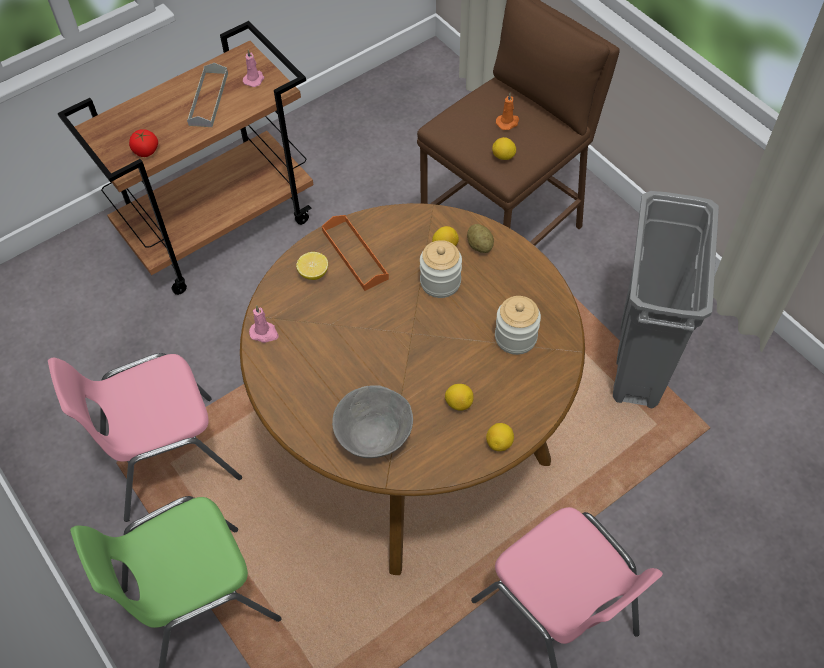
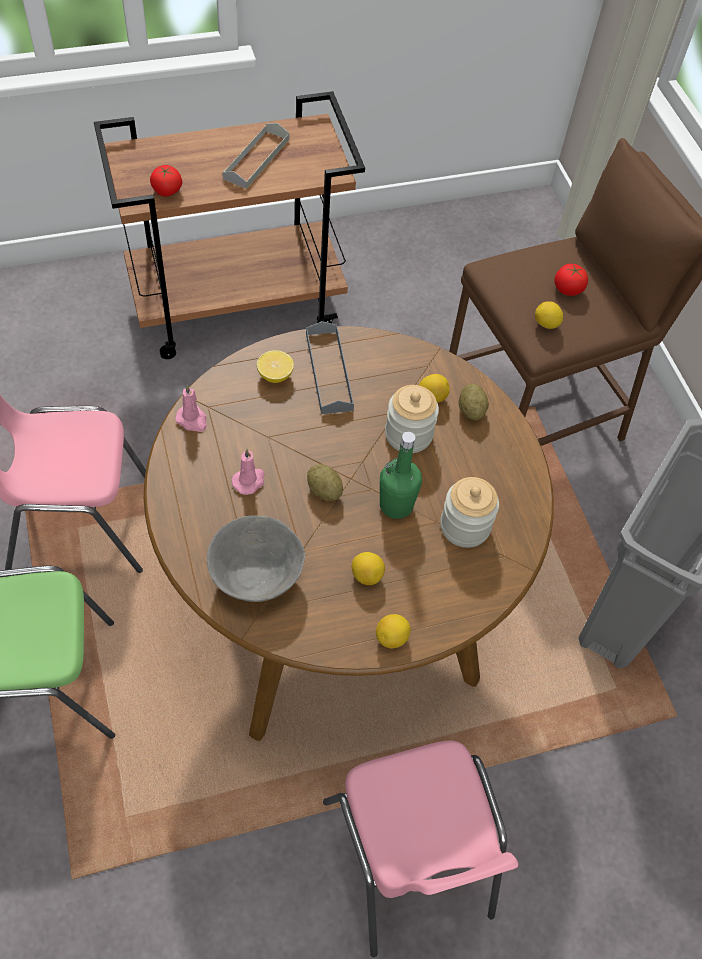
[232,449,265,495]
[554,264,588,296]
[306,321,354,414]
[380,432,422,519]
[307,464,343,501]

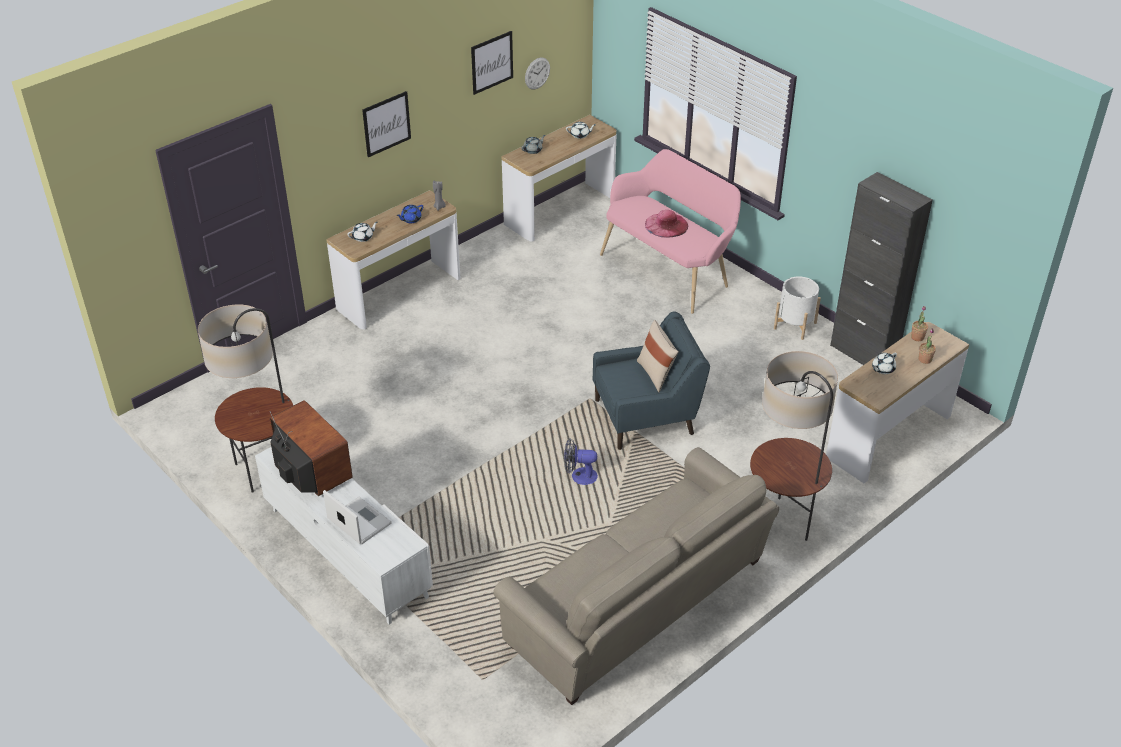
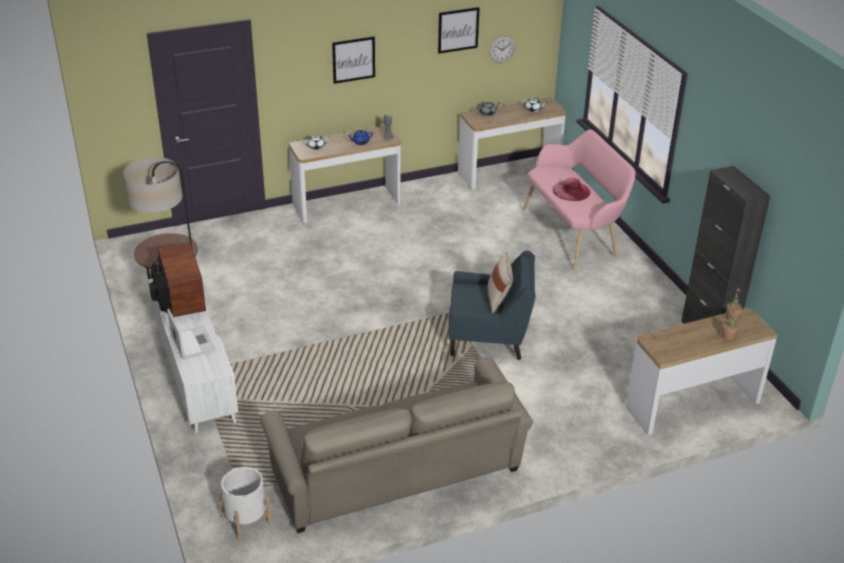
[218,467,272,541]
[750,351,838,541] (first image)
[872,353,897,374] (first image)
[564,438,598,485] (first image)

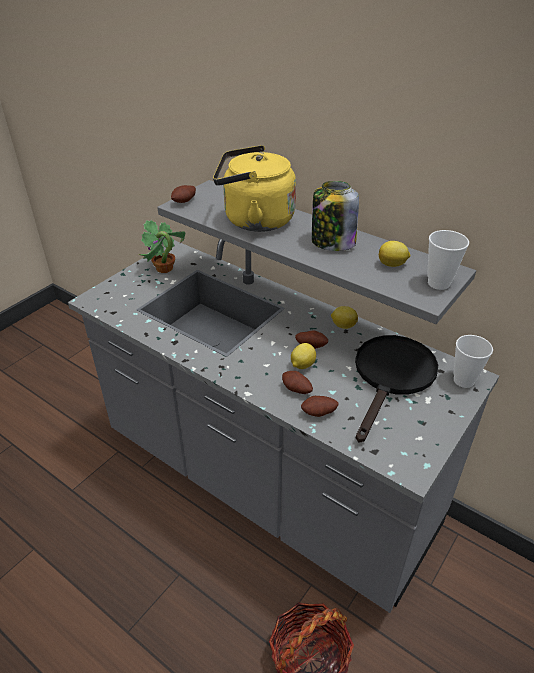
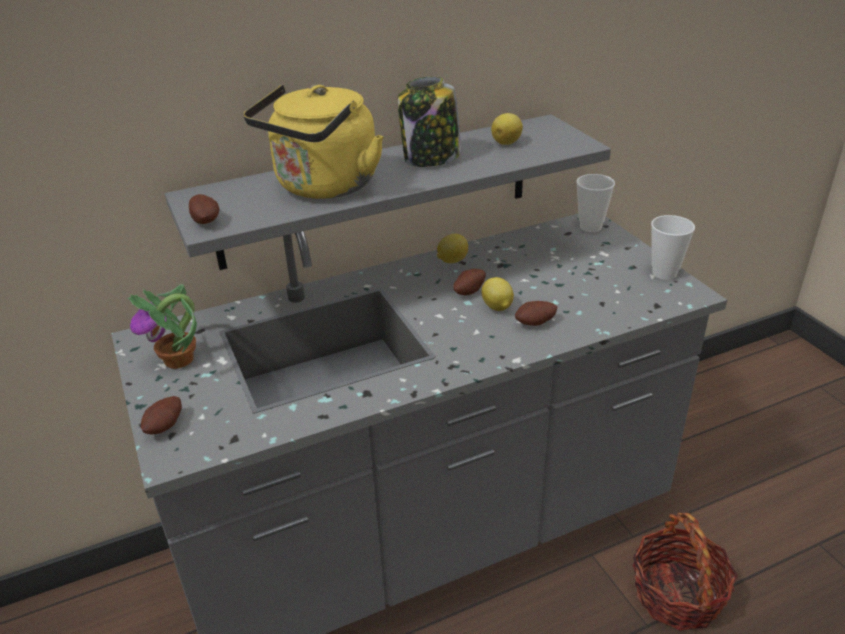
[651,215,695,280]
[355,335,438,443] (first image)
[141,396,182,435]

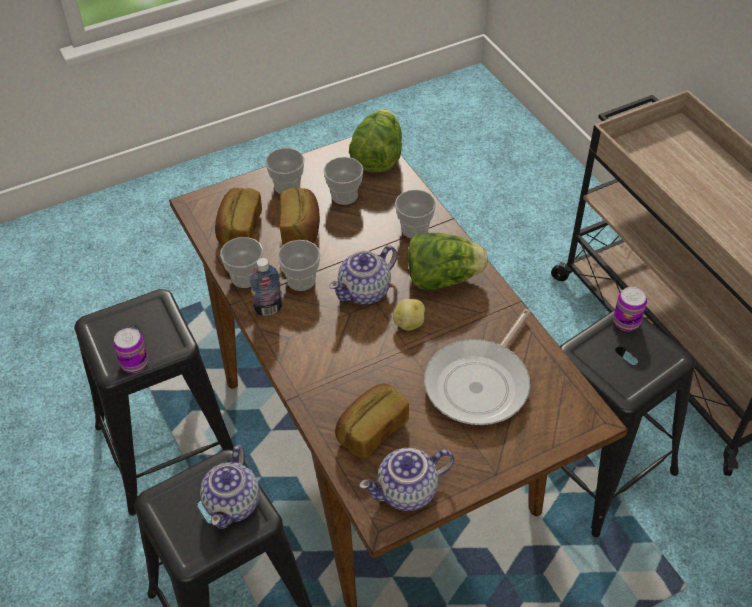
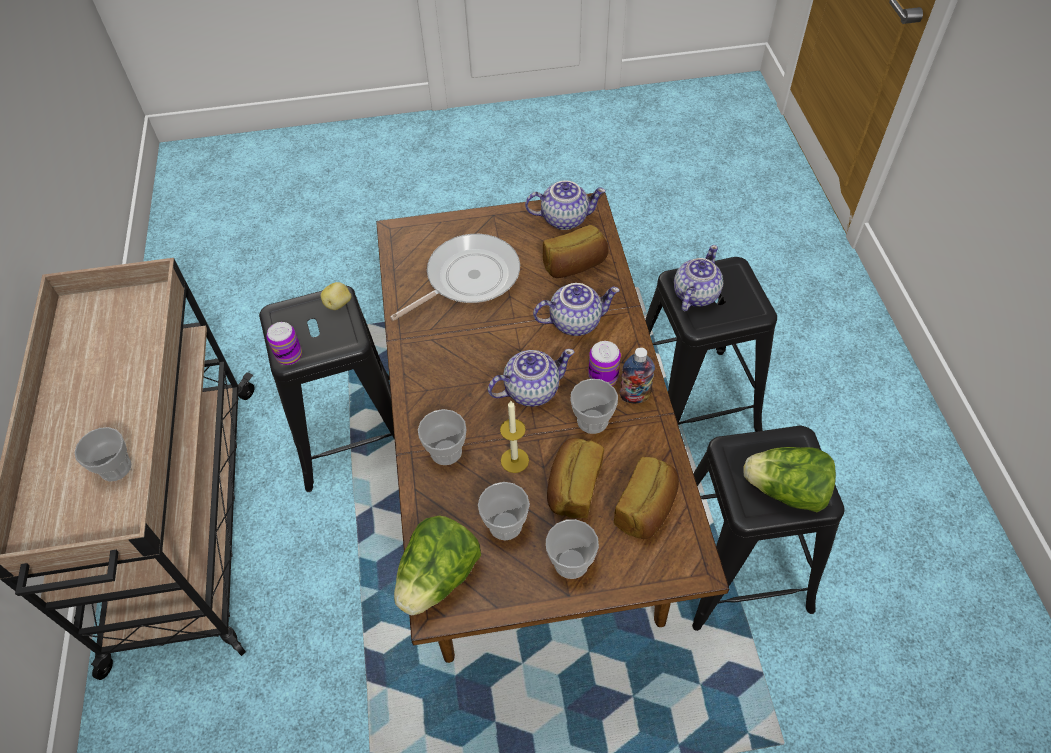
[744,447,836,512]
[74,427,132,482]
[320,282,351,310]
[588,341,621,386]
[533,283,620,336]
[500,401,529,473]

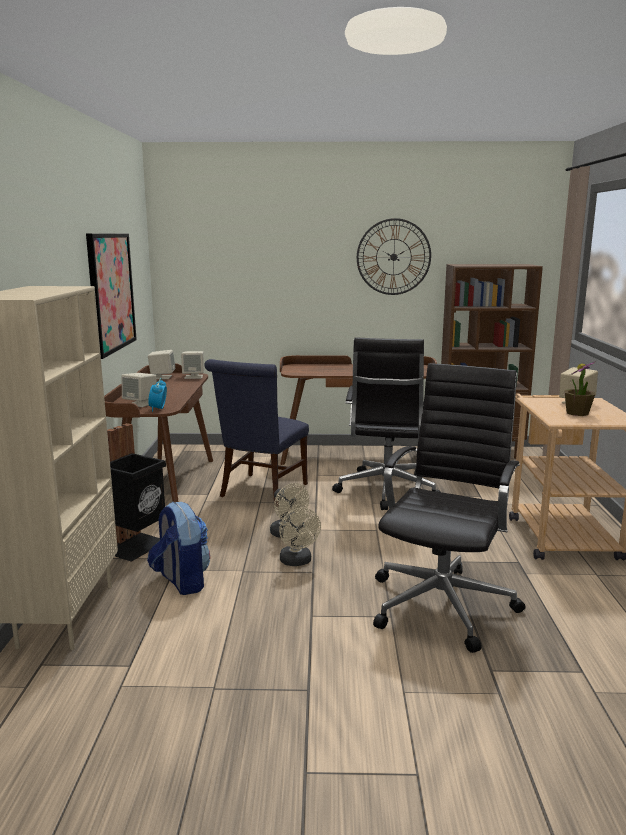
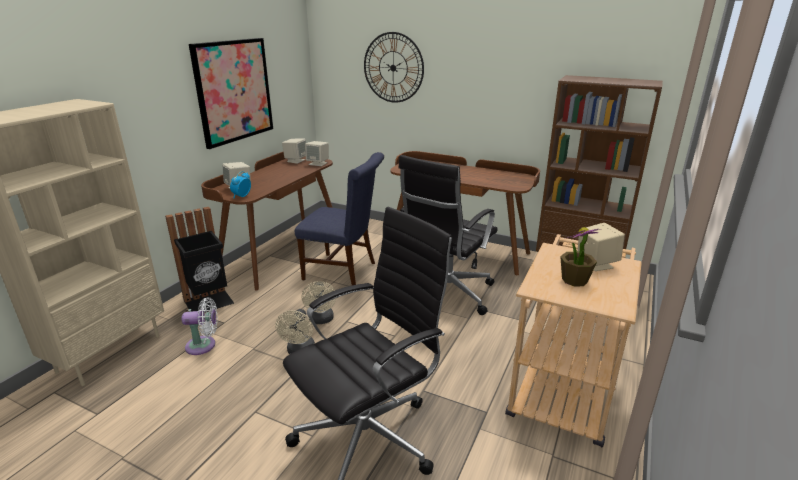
[364,32,424,103]
[295,152,384,285]
[182,297,218,355]

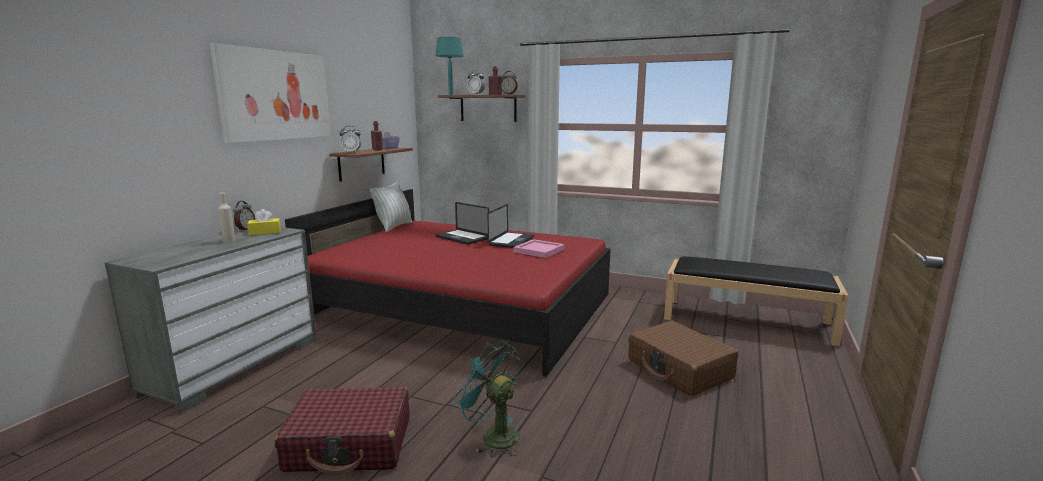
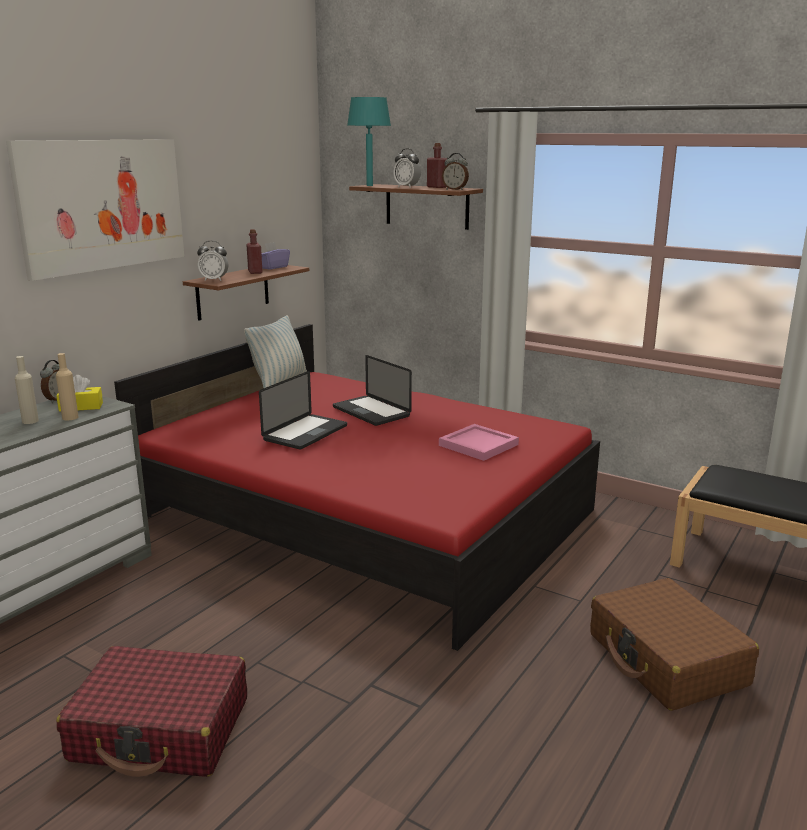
[259,371,347,450]
[453,341,520,458] (first image)
[56,353,79,420]

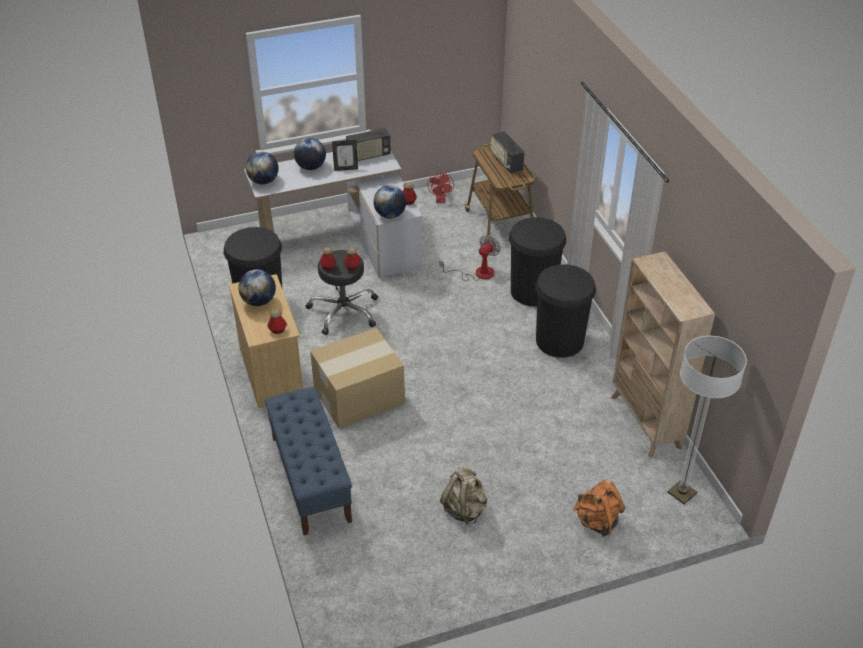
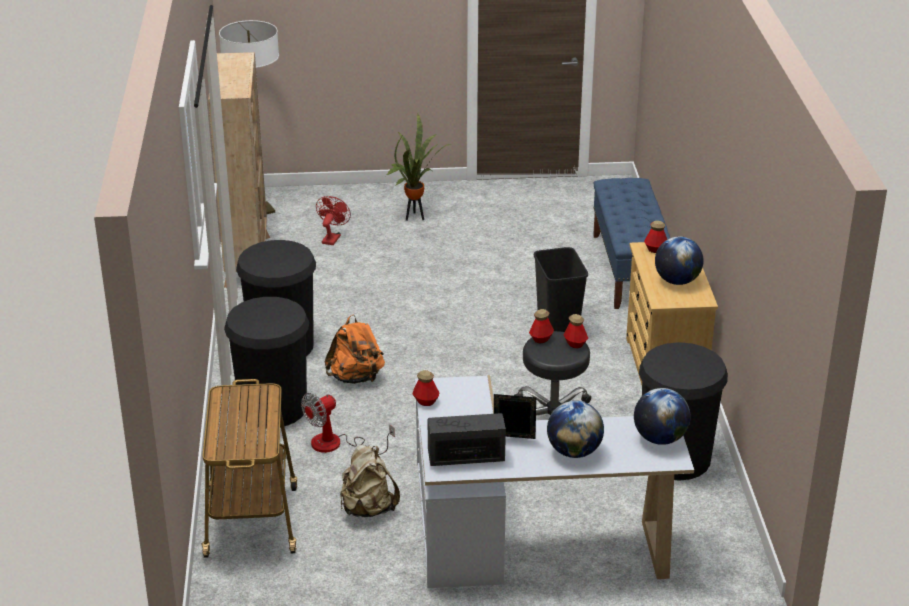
[491,131,525,174] (first image)
[316,196,351,245]
[373,185,406,218] (first image)
[534,247,588,332]
[340,445,400,517]
[325,315,385,384]
[386,114,450,221]

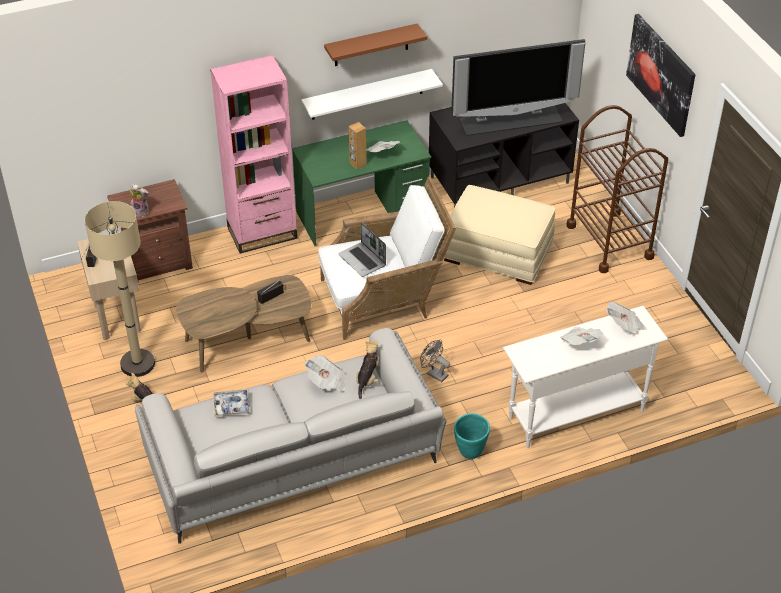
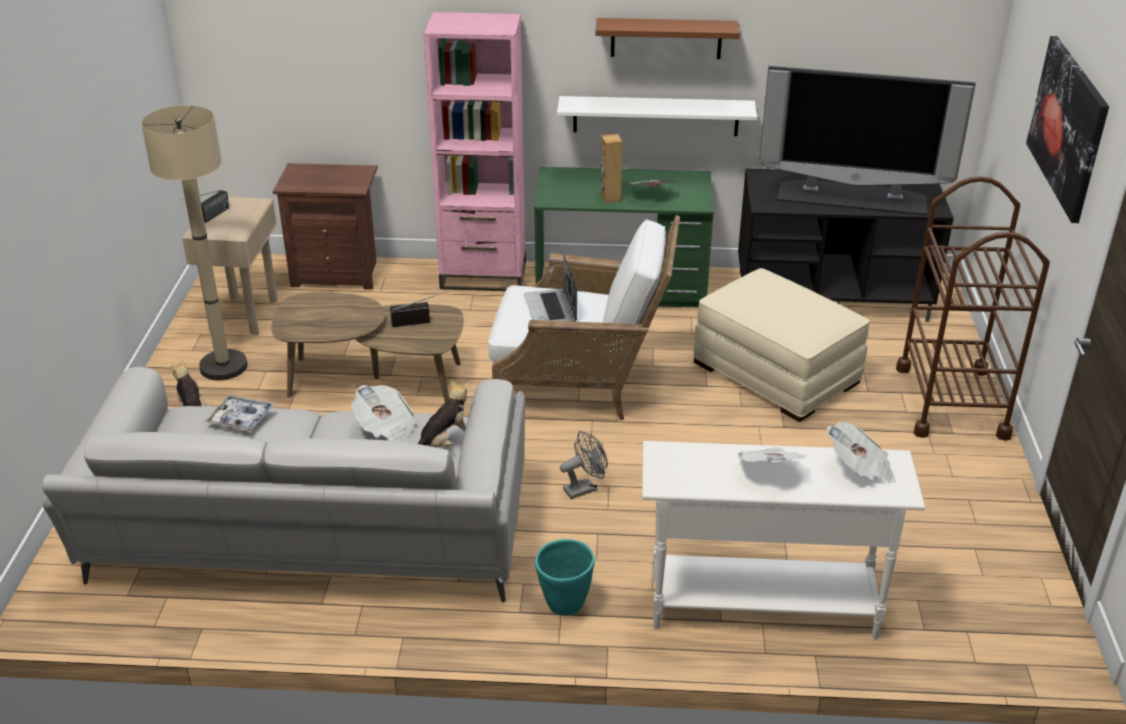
[130,184,149,217] (first image)
[560,431,608,499]

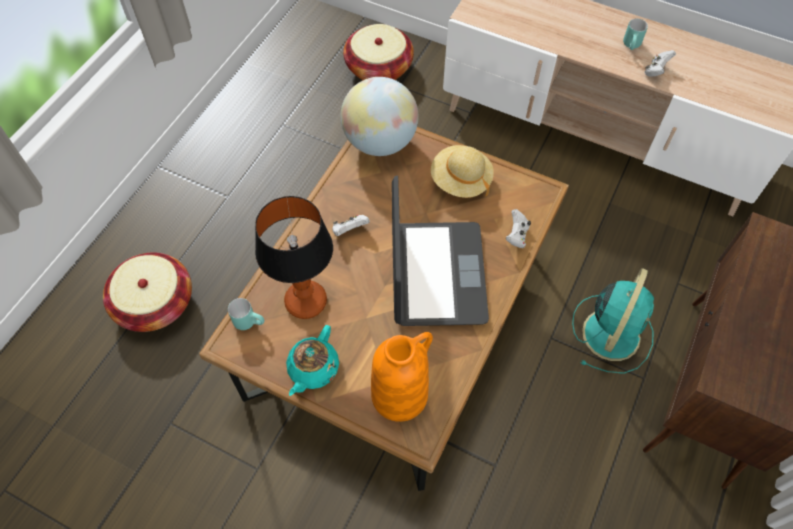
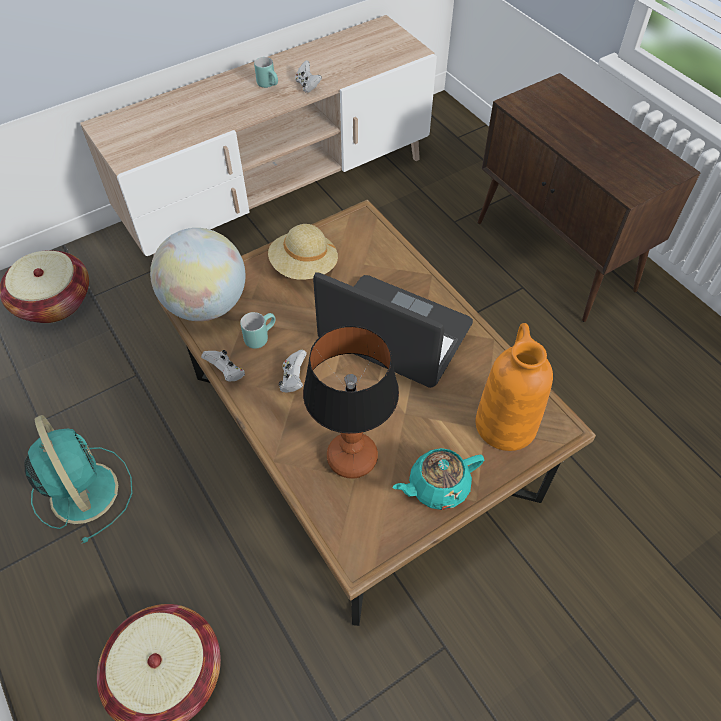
[201,350,245,381]
[24,415,133,543]
[240,312,276,349]
[393,448,484,510]

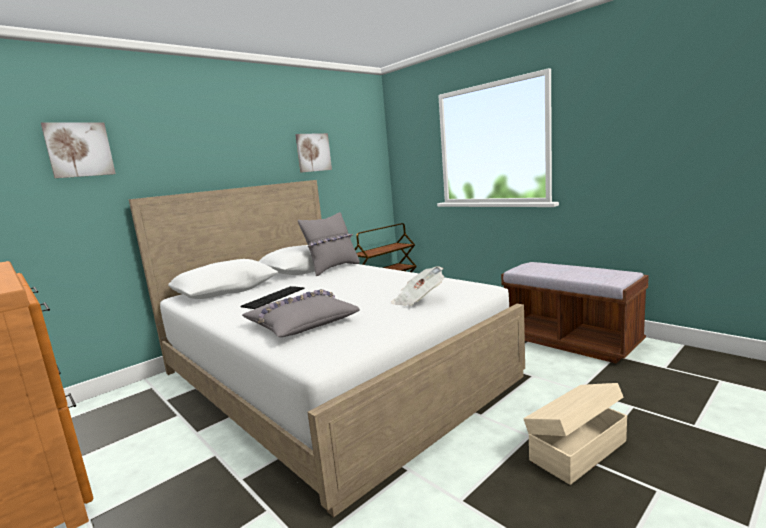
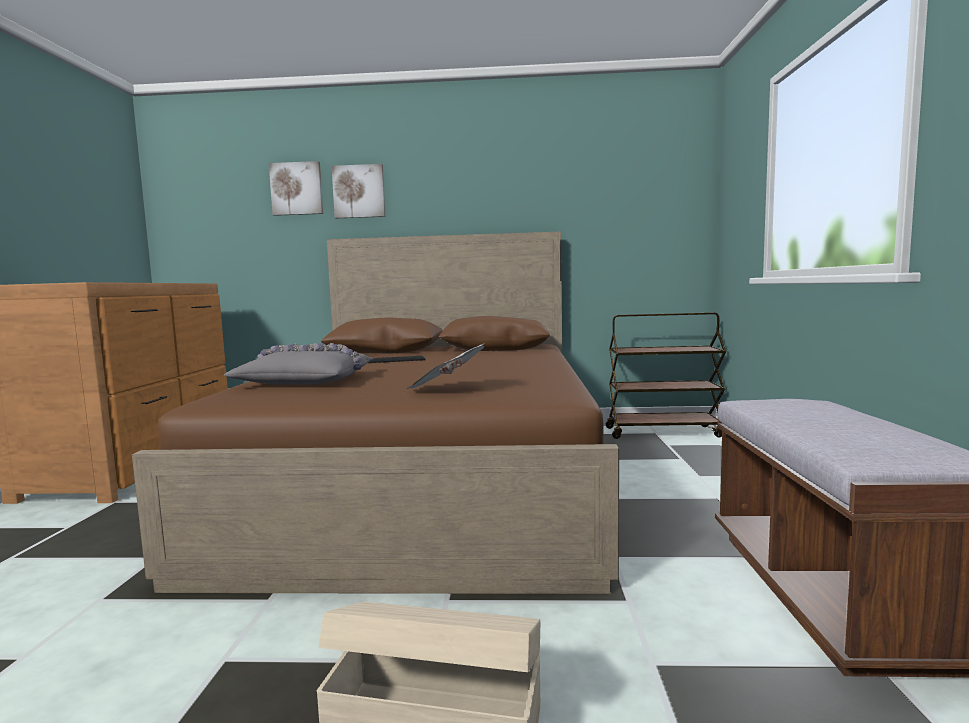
[332,164,385,218]
[132,232,619,594]
[298,212,360,276] (first image)

